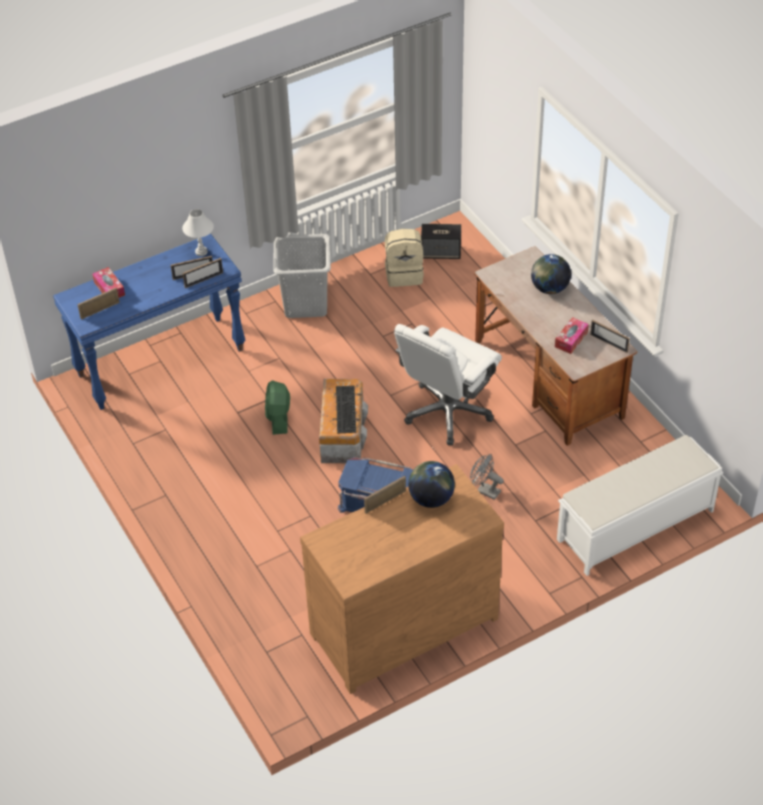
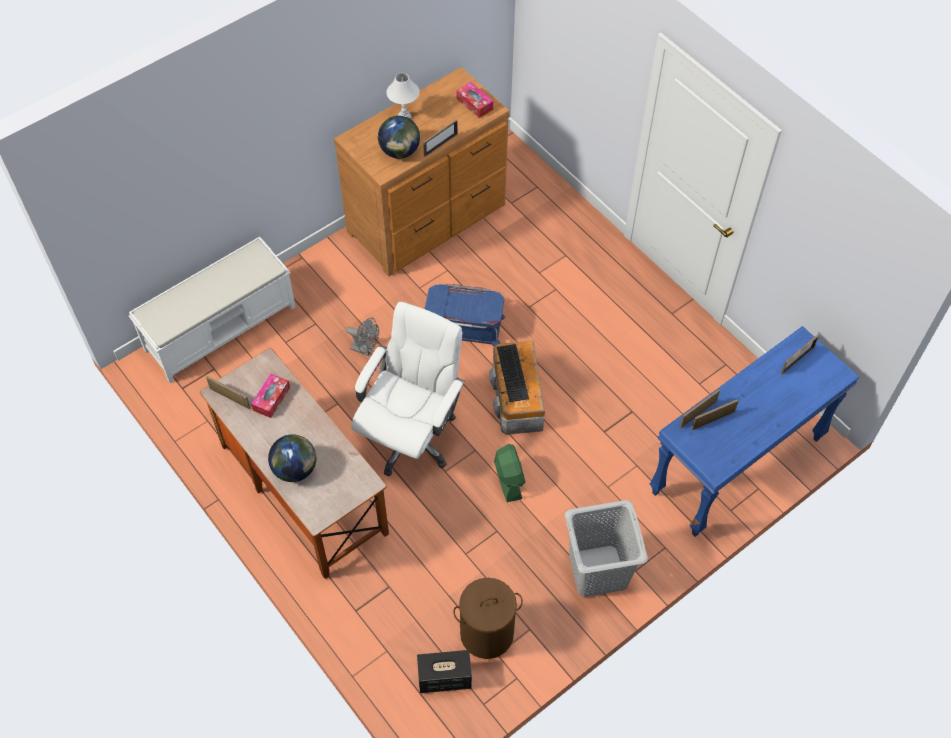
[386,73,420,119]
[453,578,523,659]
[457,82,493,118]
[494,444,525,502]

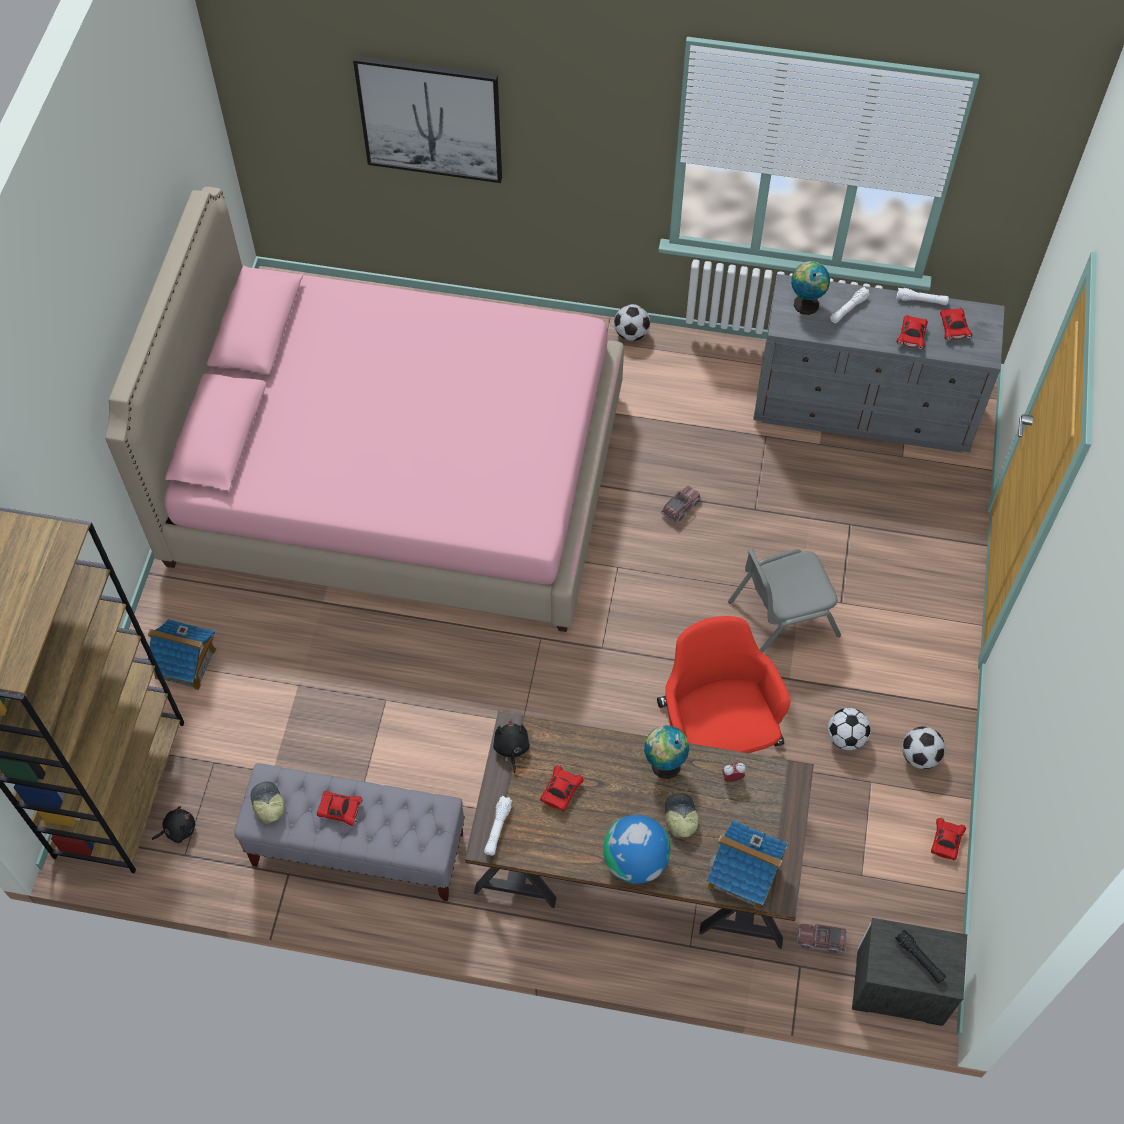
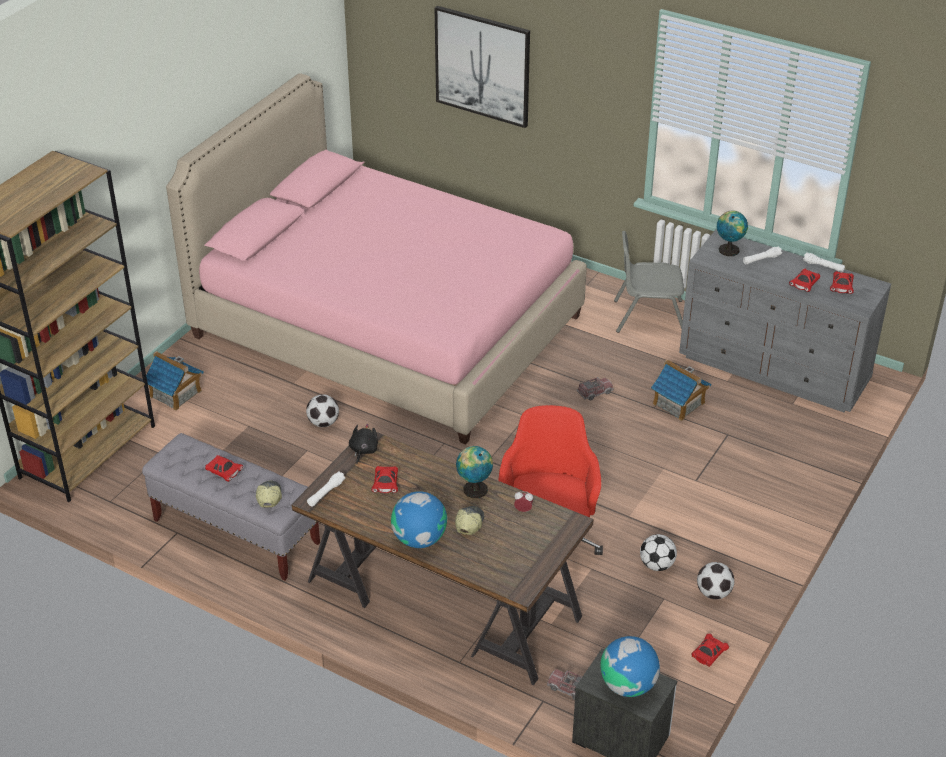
[306,394,339,427]
[614,231,684,333]
[371,466,398,493]
[256,481,282,508]
[152,806,195,843] (first image)
[651,359,711,421]
[600,636,660,697]

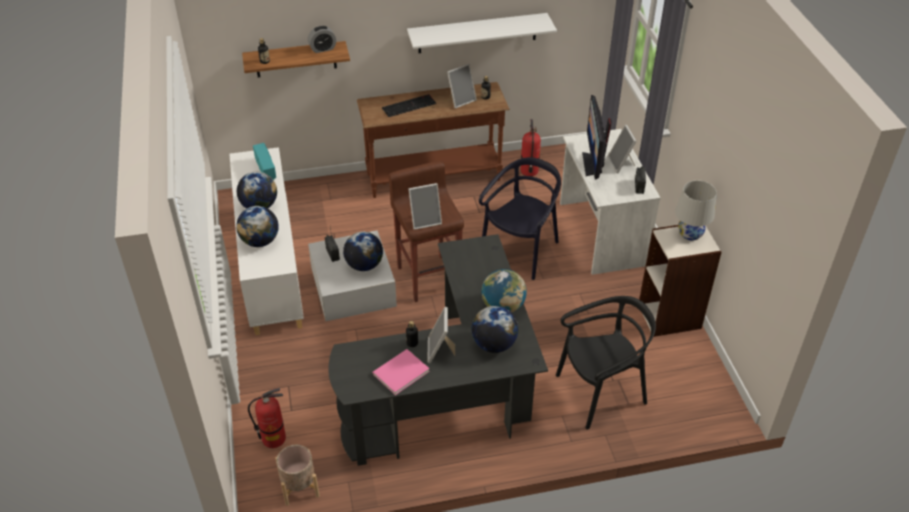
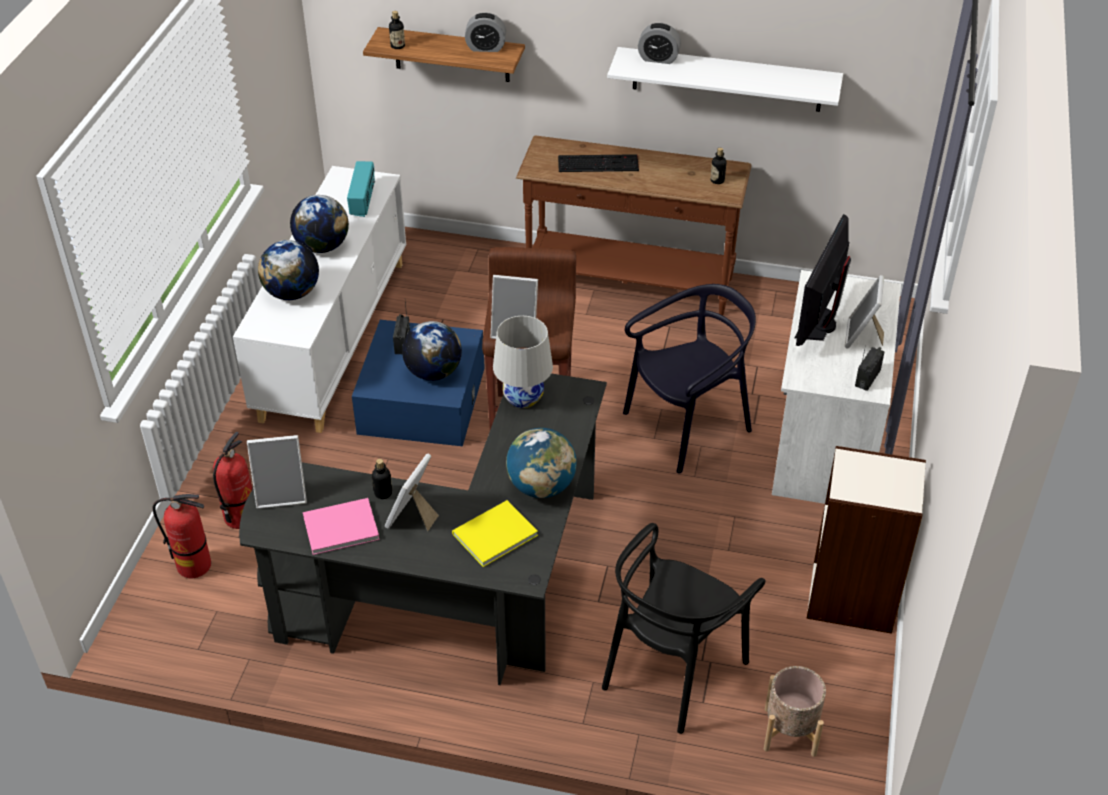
[247,435,307,509]
[213,432,253,529]
[493,316,553,408]
[352,320,485,446]
[602,523,766,734]
[452,500,538,567]
[764,666,826,757]
[638,23,681,64]

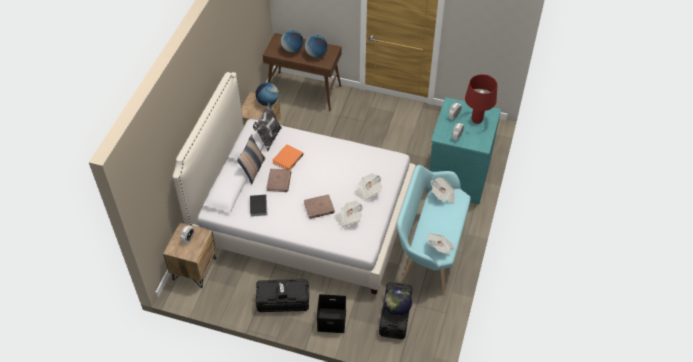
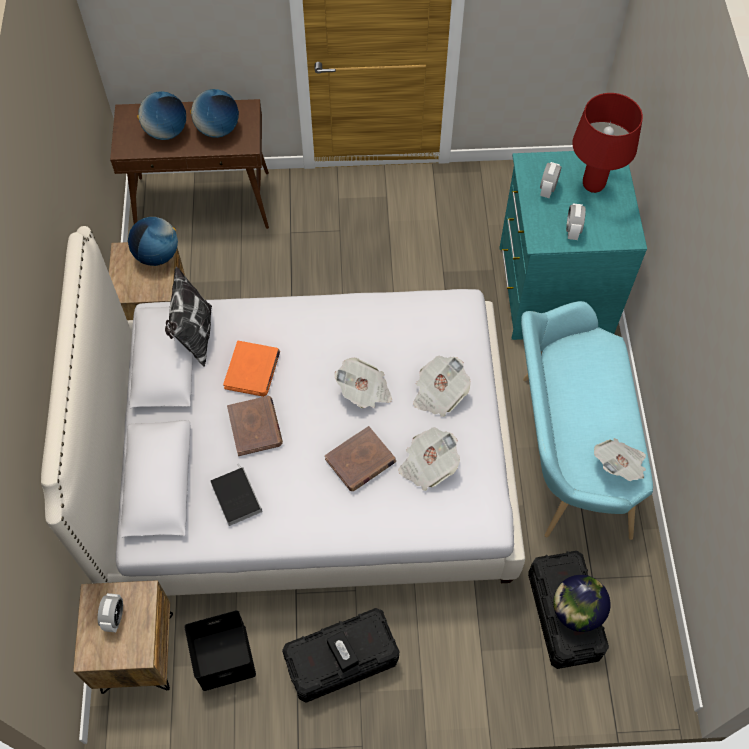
[237,134,265,185] (first image)
[334,358,392,409]
[184,610,256,691]

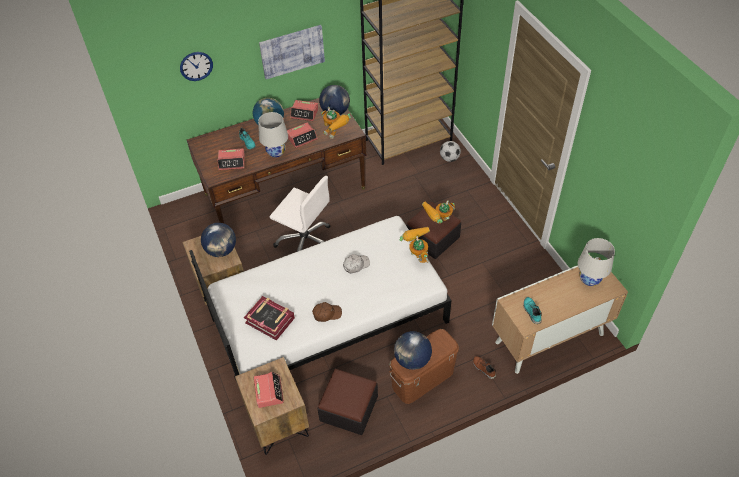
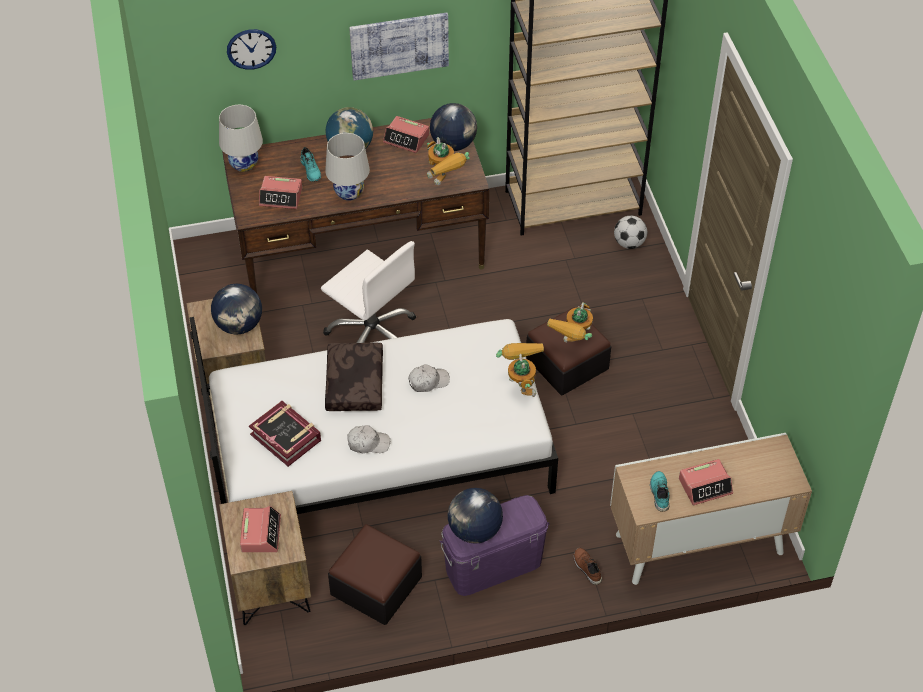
[679,459,733,506]
[547,302,593,343]
[219,105,263,172]
[347,425,390,453]
[440,495,550,596]
[325,343,383,411]

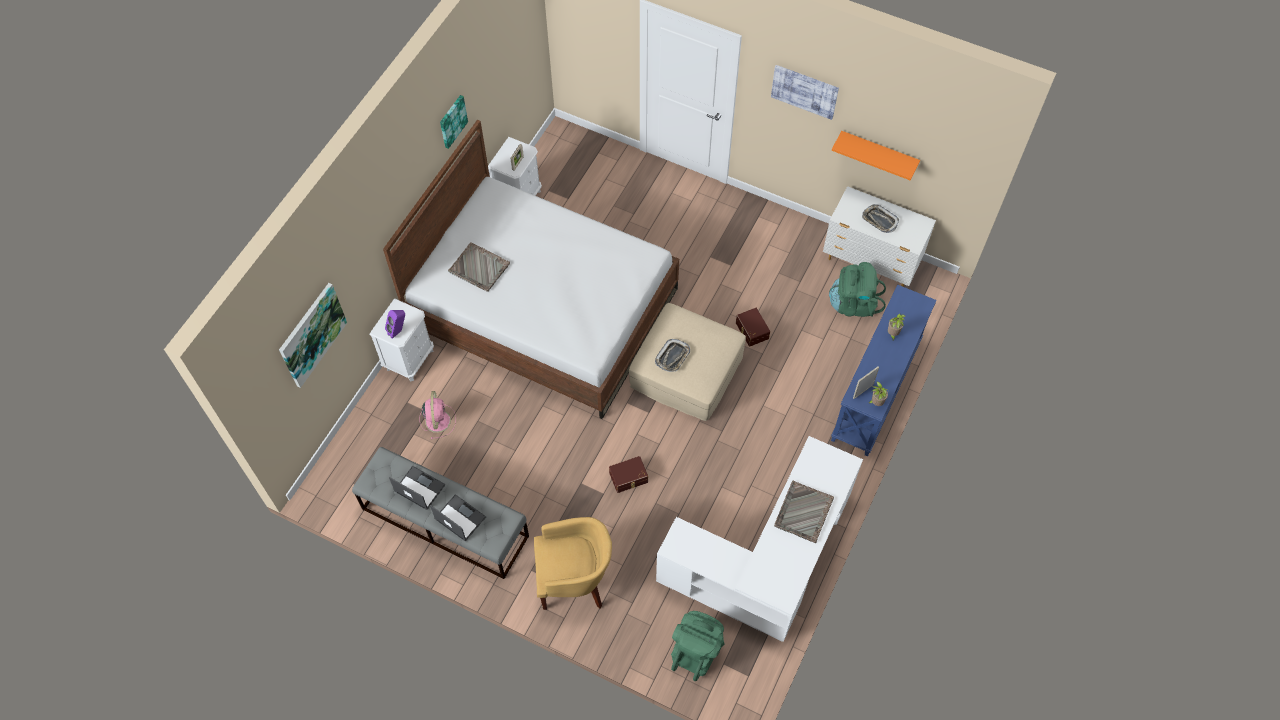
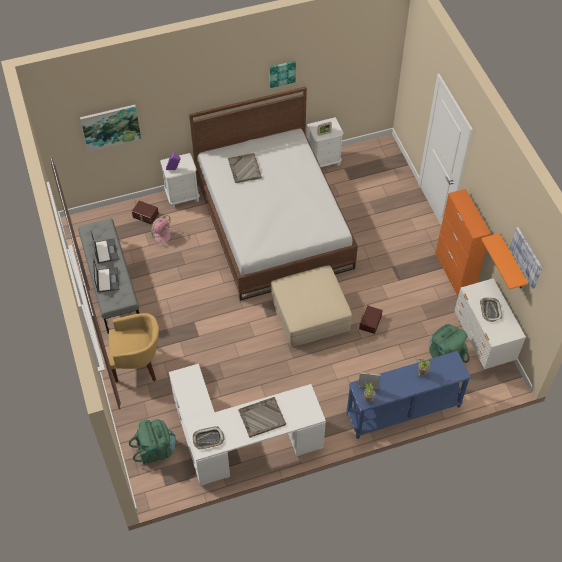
[509,227,542,289]
[193,426,225,450]
[132,201,159,224]
[109,313,159,382]
[435,189,491,296]

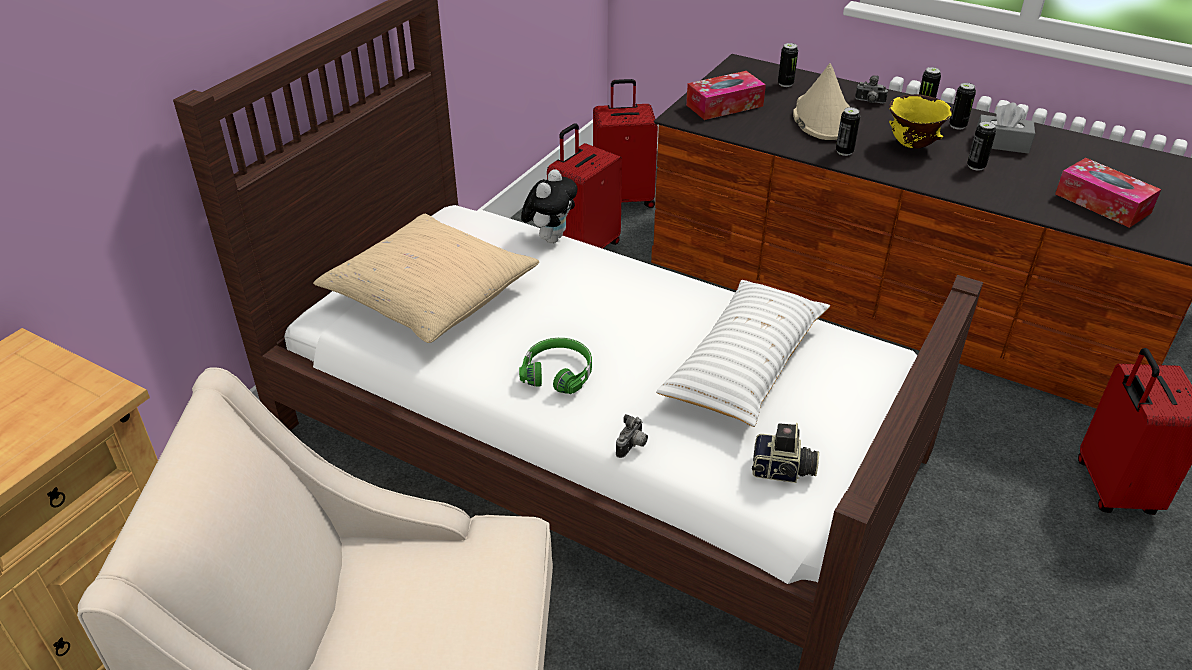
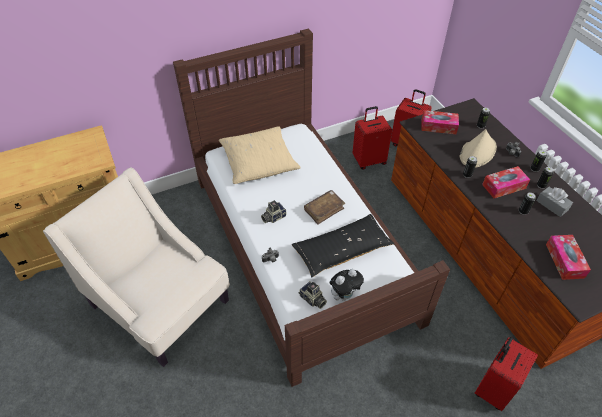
[482,166,530,198]
[329,269,364,301]
[292,214,394,278]
[261,200,286,223]
[304,190,345,224]

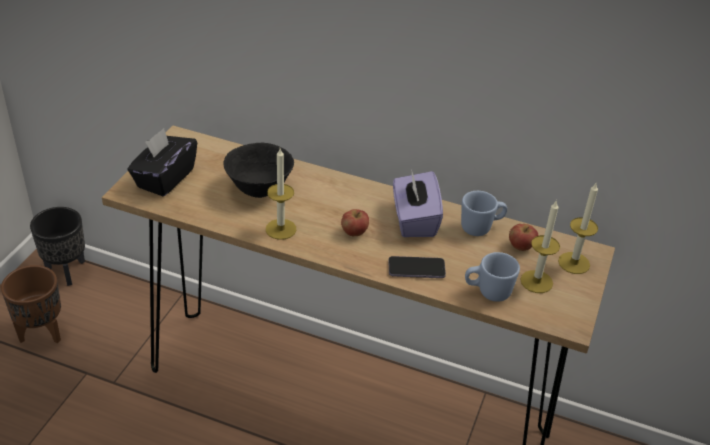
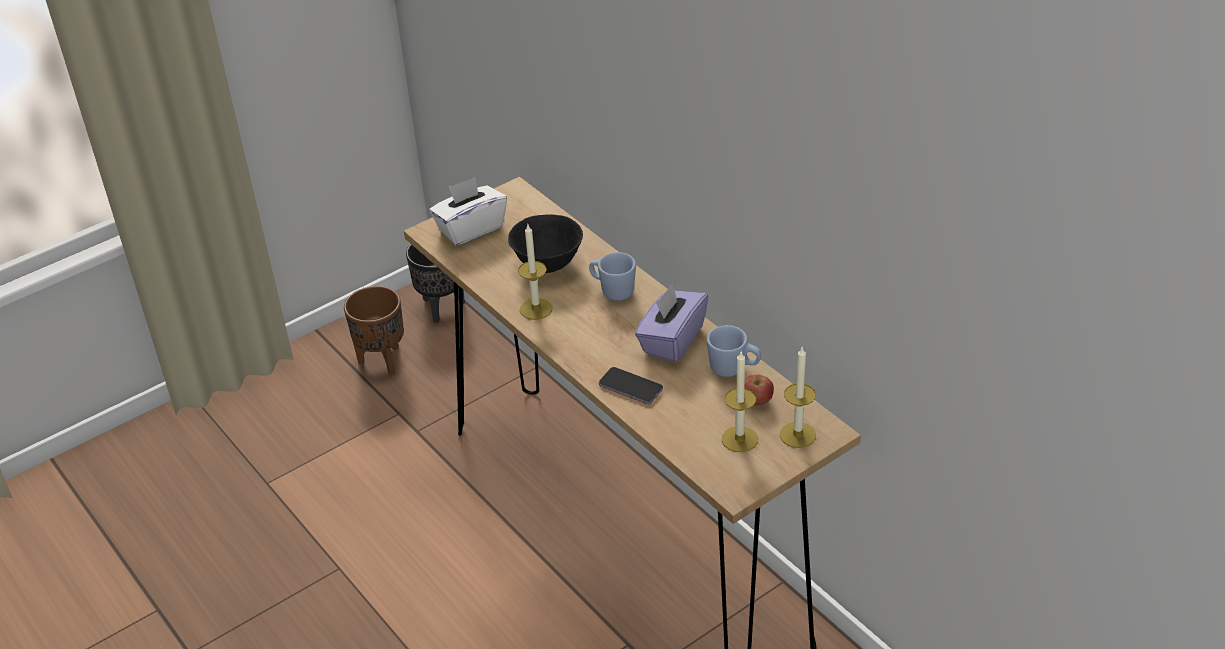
[429,177,507,246]
[341,209,369,236] (first image)
[589,252,636,301]

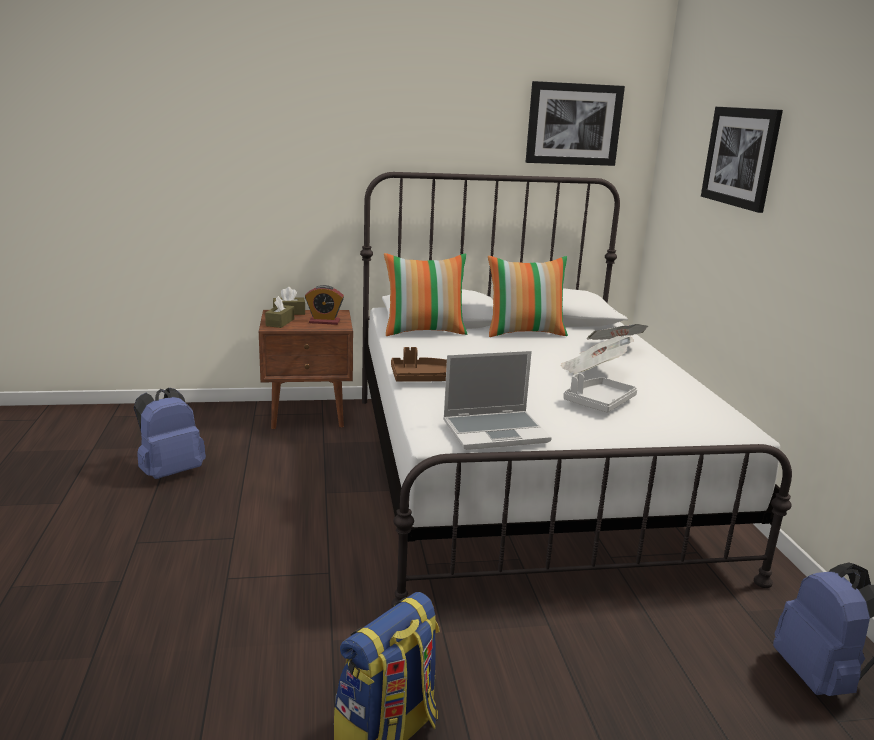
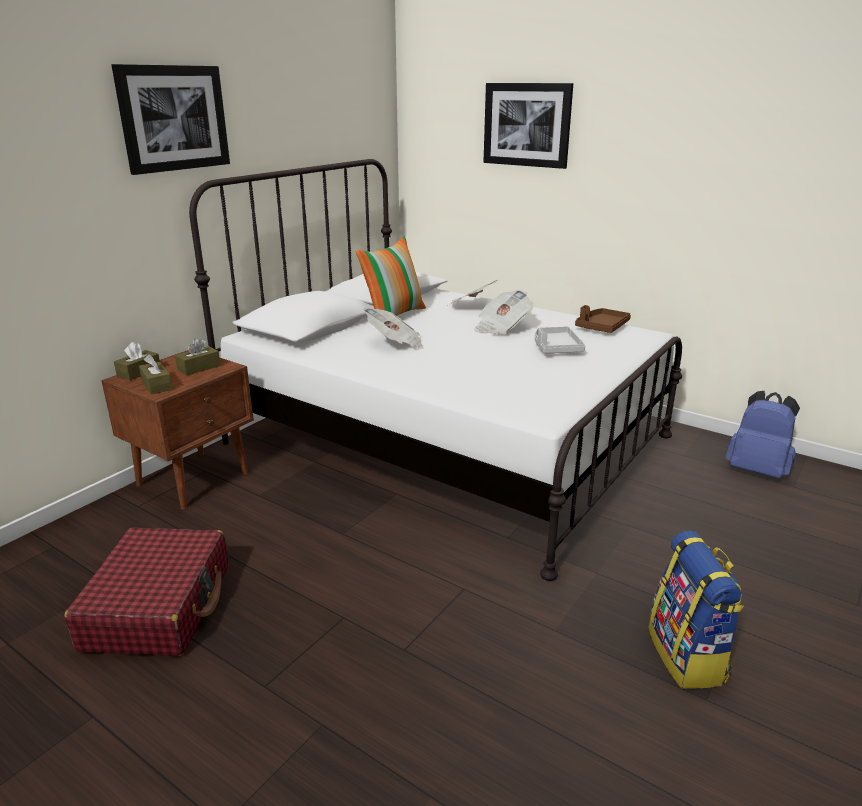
[111,64,230,175]
[384,253,467,336] (first image)
[175,338,221,375]
[575,305,631,333]
[443,351,552,450] (first image)
[64,527,228,656]
[363,308,423,348]

